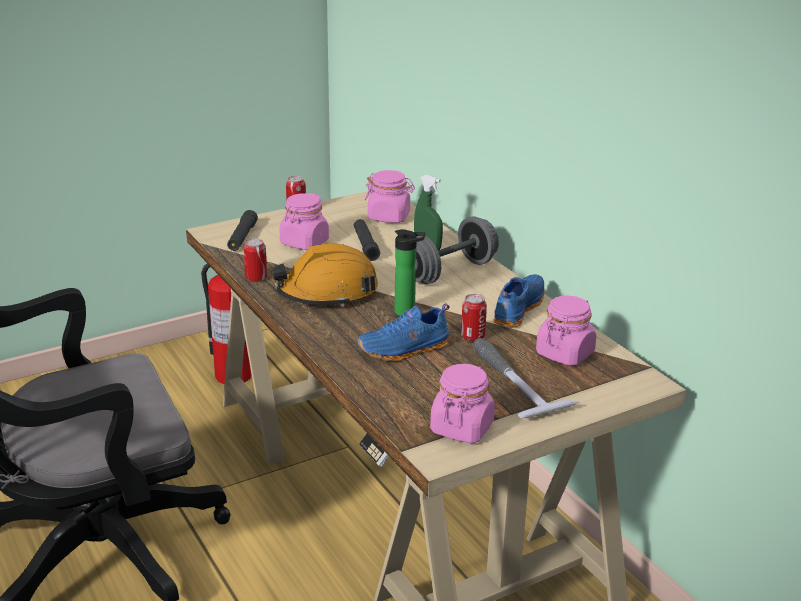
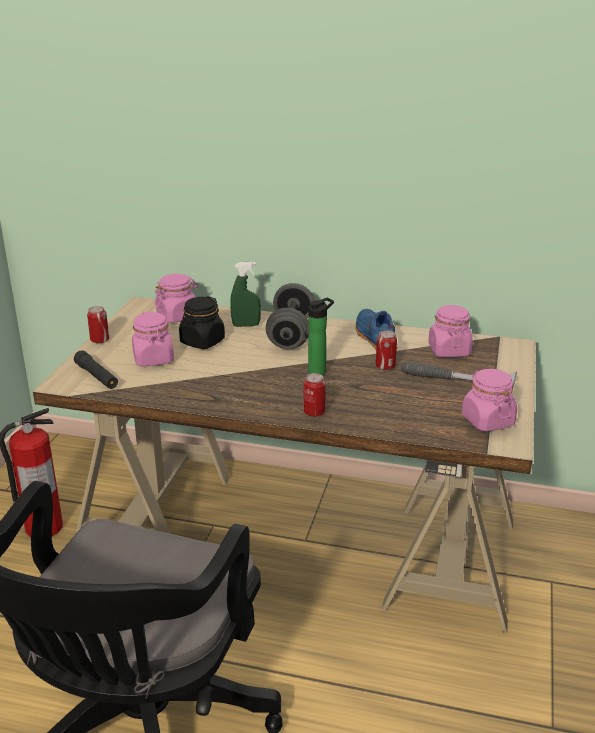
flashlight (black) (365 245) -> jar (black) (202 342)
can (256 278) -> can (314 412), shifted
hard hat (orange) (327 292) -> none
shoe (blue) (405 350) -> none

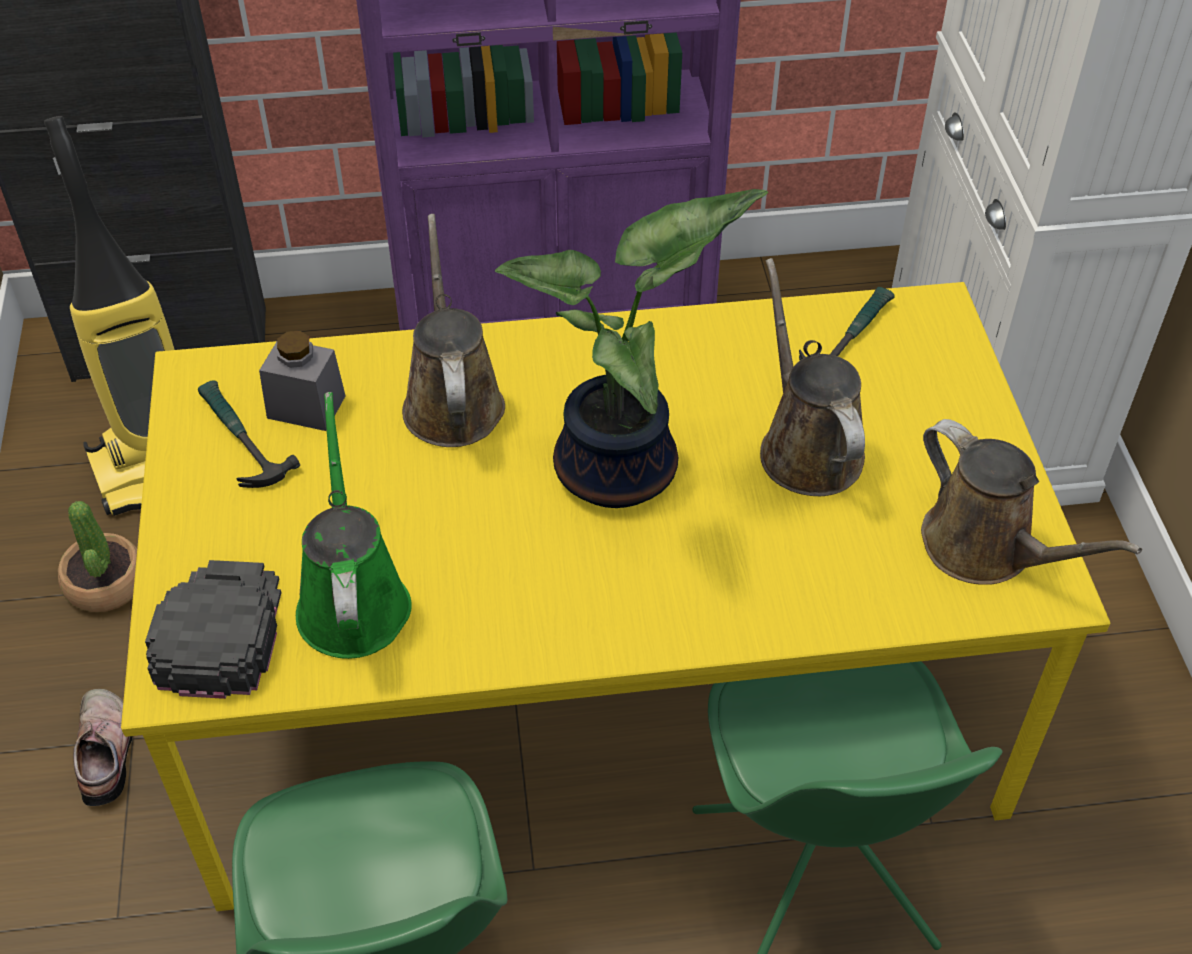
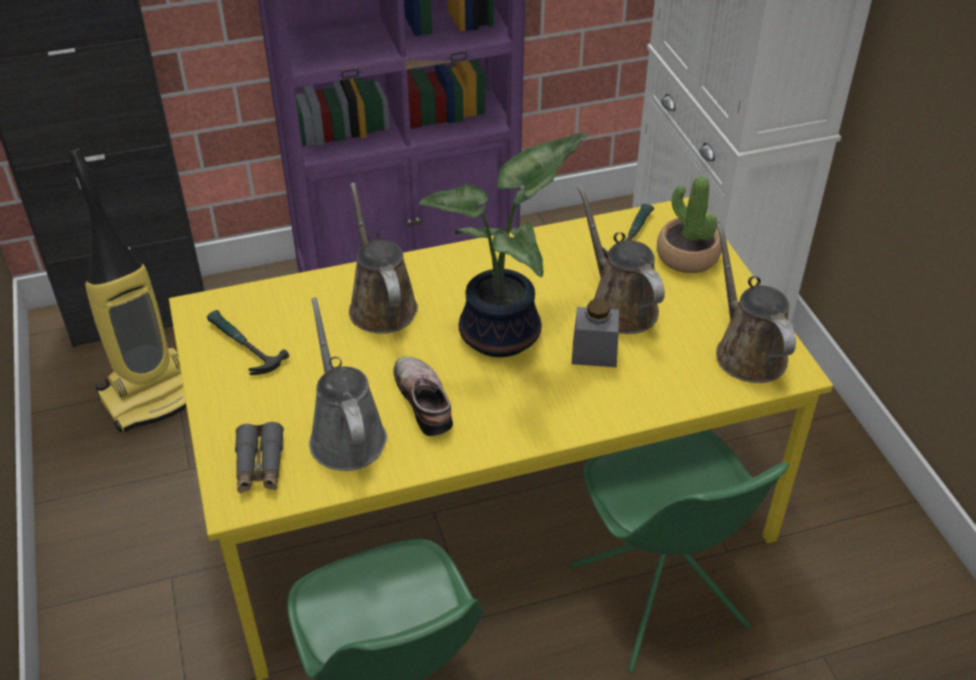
jar (grey) (306 407) -> jar (grey) (594 353), shifted
watering can (green) (352 599) -> watering can (grey) (345 434)
watering can (brown) (986 549) -> watering can (brown) (747 351), 150 degrees counterclockwise
potted plant (105 583) -> potted plant (687 256), shifted
cap (black) (219 631) -> binoculars (grey) (260 466)
shoe (108 751) -> shoe (427 400), shifted

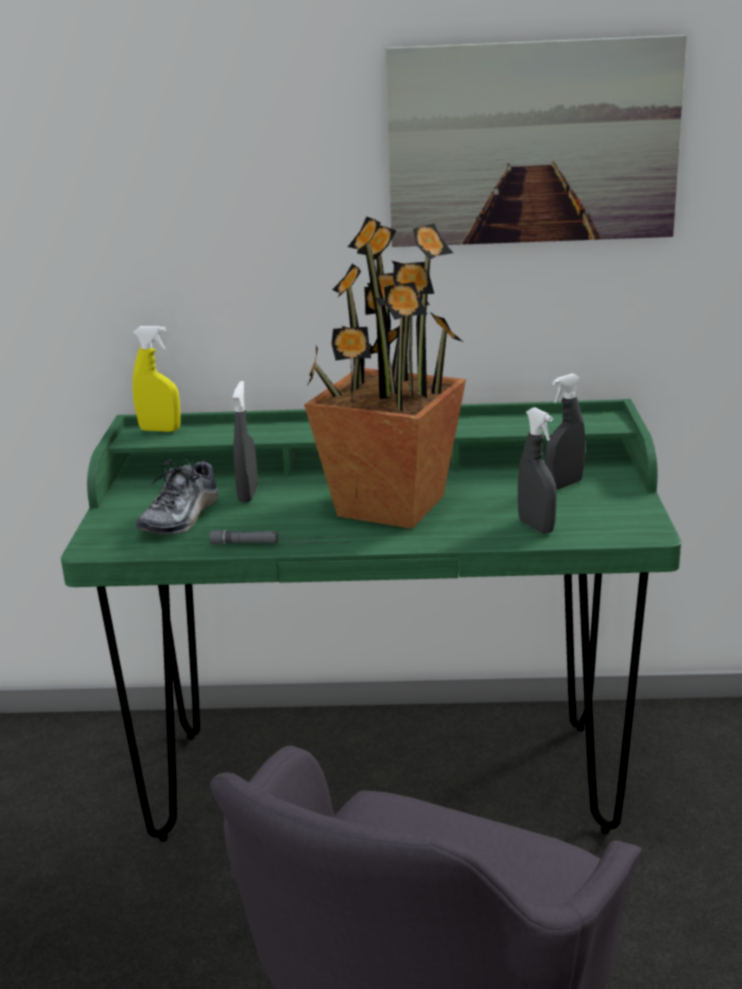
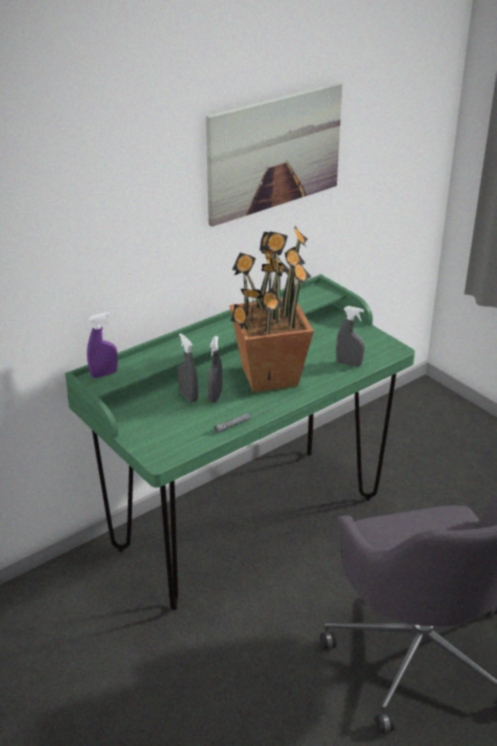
spray bottle (yellow) (160 430) -> spray bottle (purple) (104 374)
spray bottle (grey) (564 485) -> spray bottle (grey) (215 396), shifted
shoe (181 517) -> none

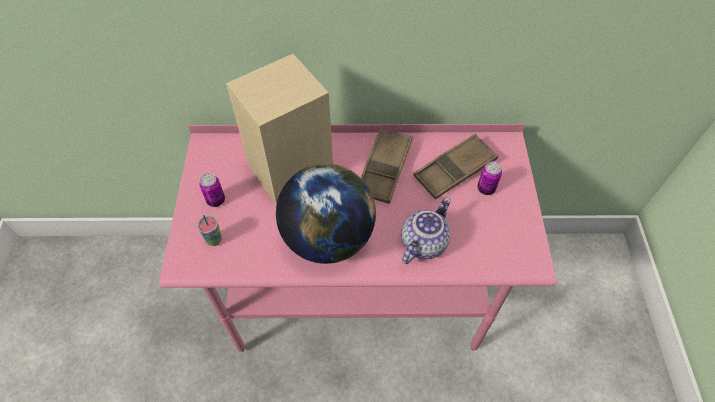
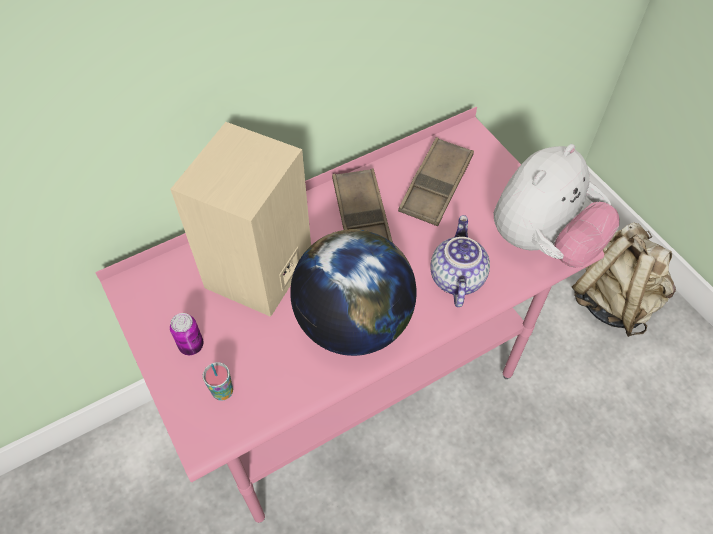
can (486 189) -> none
none -> plush toy (542 242)
none -> backpack (beige) (613 300)

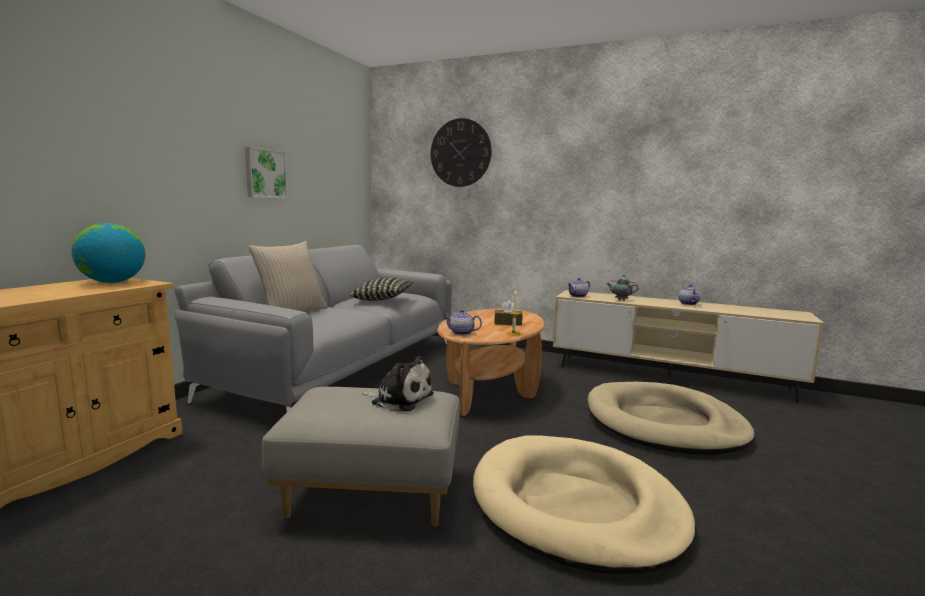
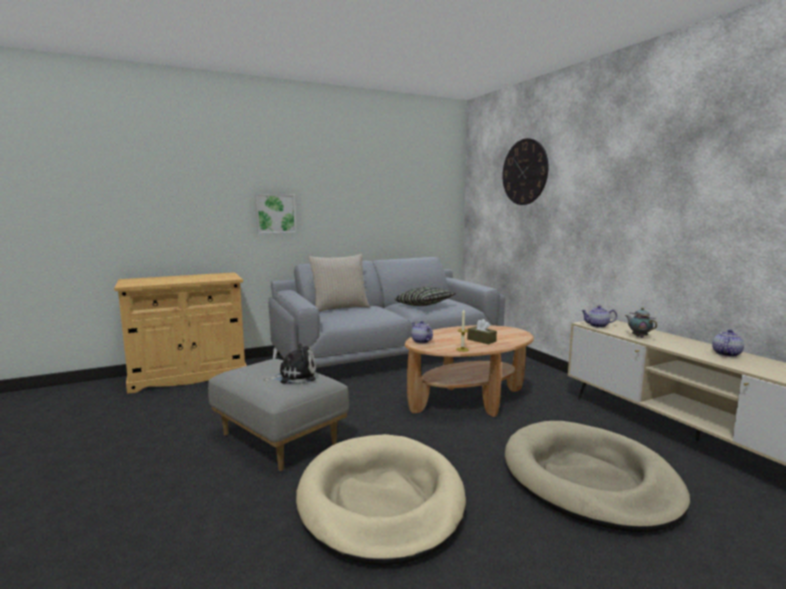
picture (265 173) -> picture (275 213), shifted
globe (112 282) -> none
plush toy (399 399) -> plush toy (295 376), 75 degrees counterclockwise

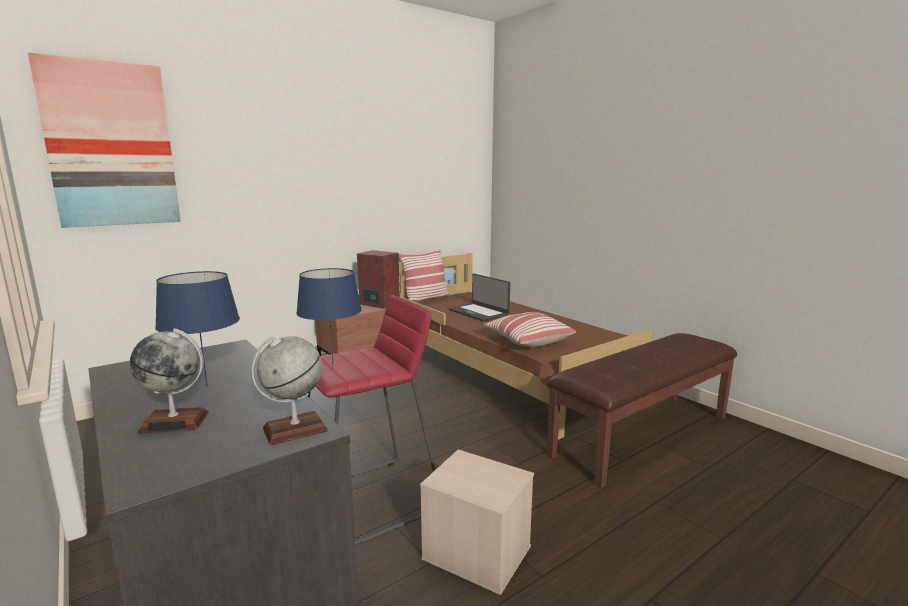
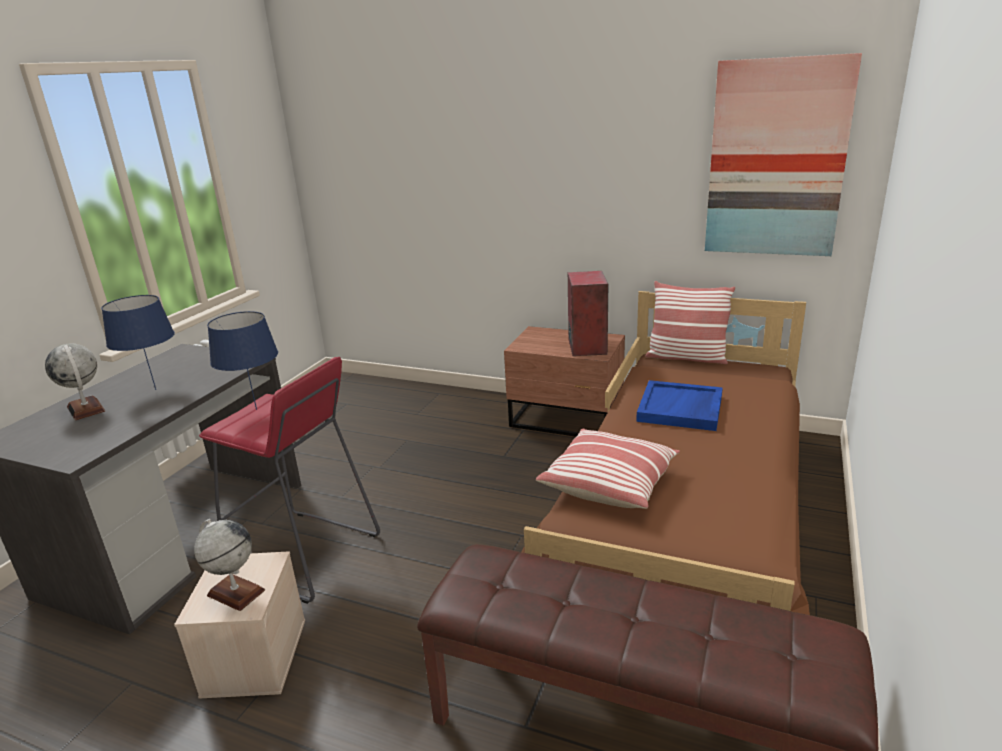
picture (111 145) -> picture (776 159), shifted
laptop (479 312) -> tray (blue) (681 409)
globe (295 430) -> globe (235 593), shifted

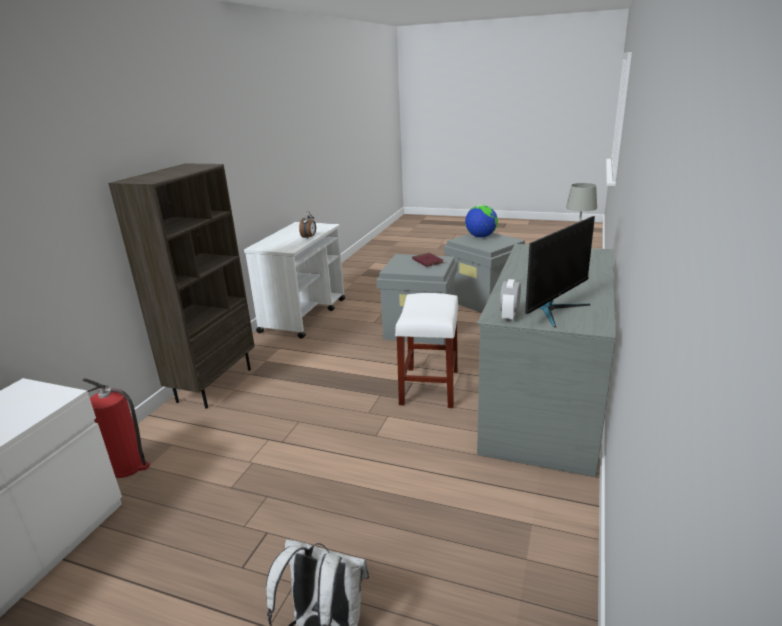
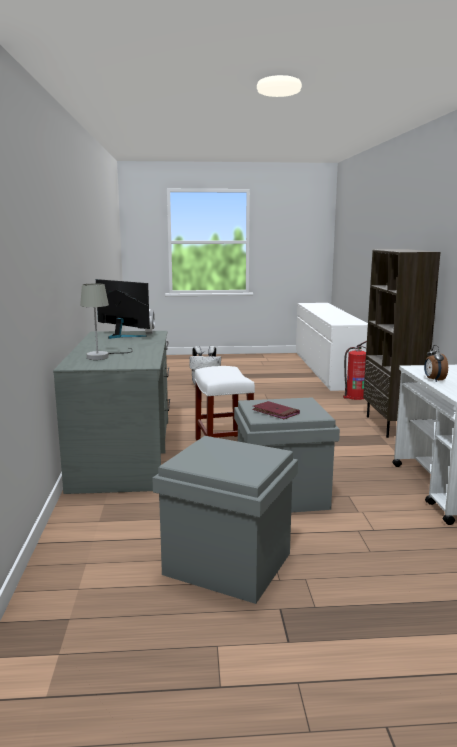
globe (481 237) -> none
monitor (554 310) -> monitor (121 336), 105 degrees clockwise

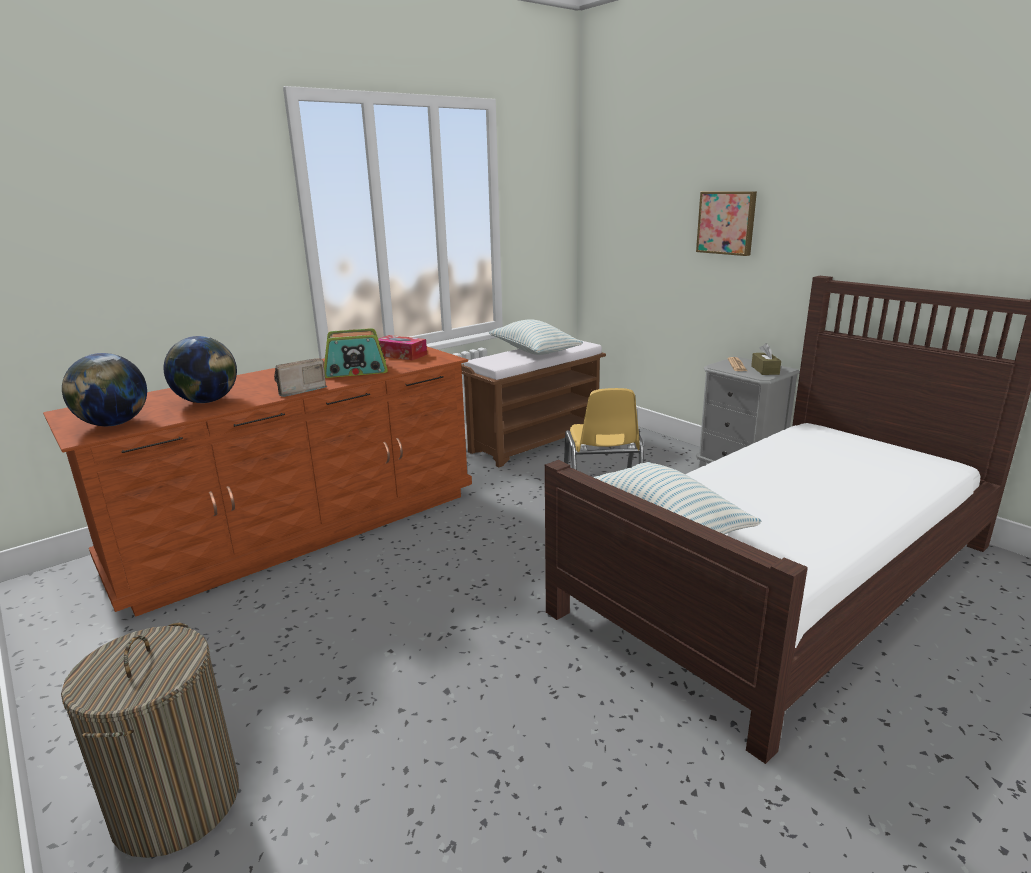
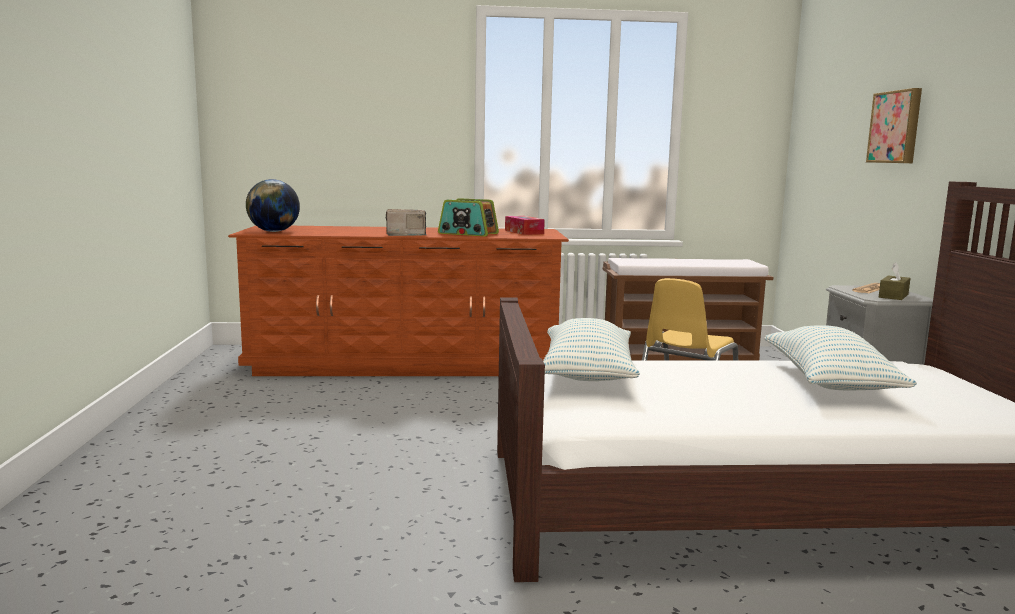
pillow (534 352) -> pillow (829 382), shifted
globe (207 401) -> none
laundry basket (177 804) -> none

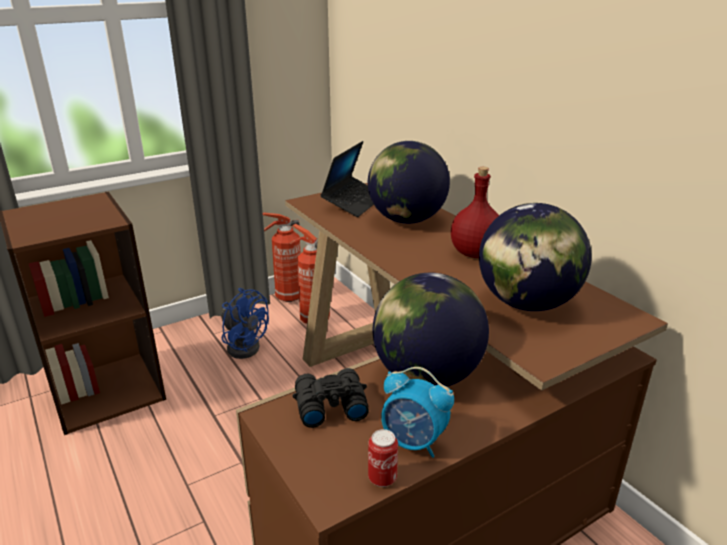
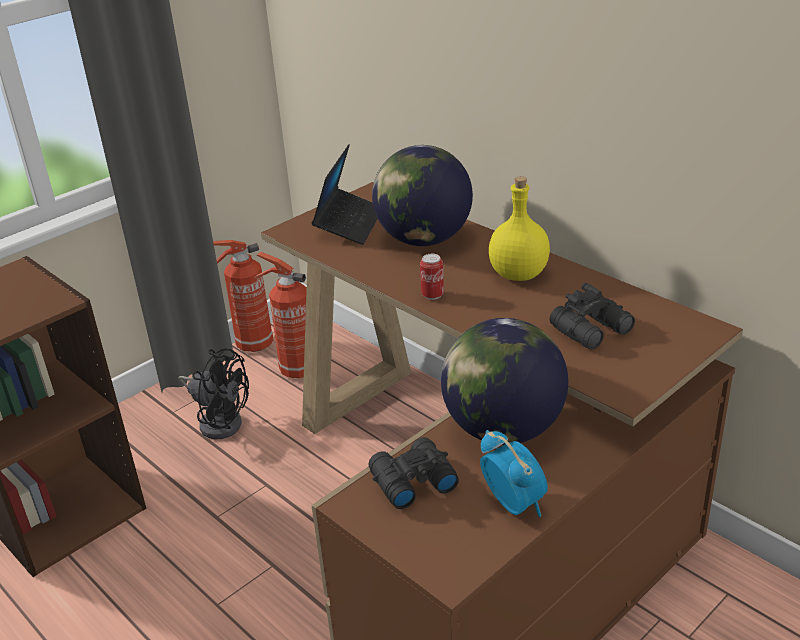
bottle (red) (475 253) -> bottle (yellow) (519 274)
globe (526 303) -> binoculars (black) (593 330)
fan (blue) (244 345) -> fan (black) (219 420)
alarm clock (413 442) -> alarm clock (513 503), 135 degrees counterclockwise
can (382 478) -> can (432 295), shifted

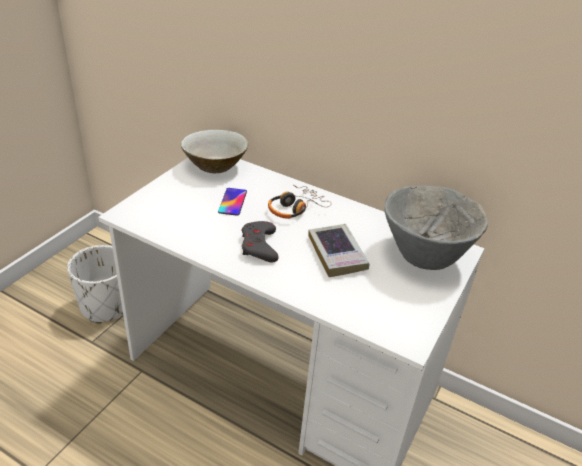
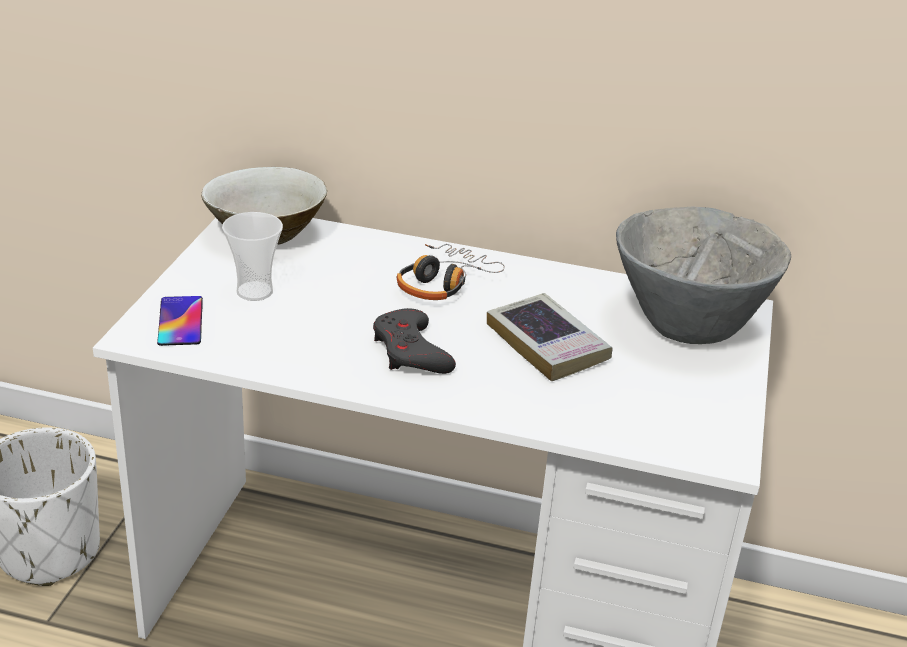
phone (232 202) -> phone (180 321), shifted
none -> cup (254 291)

